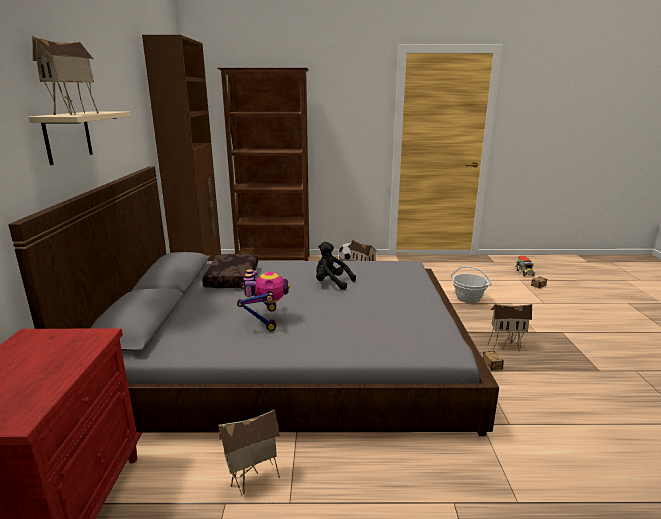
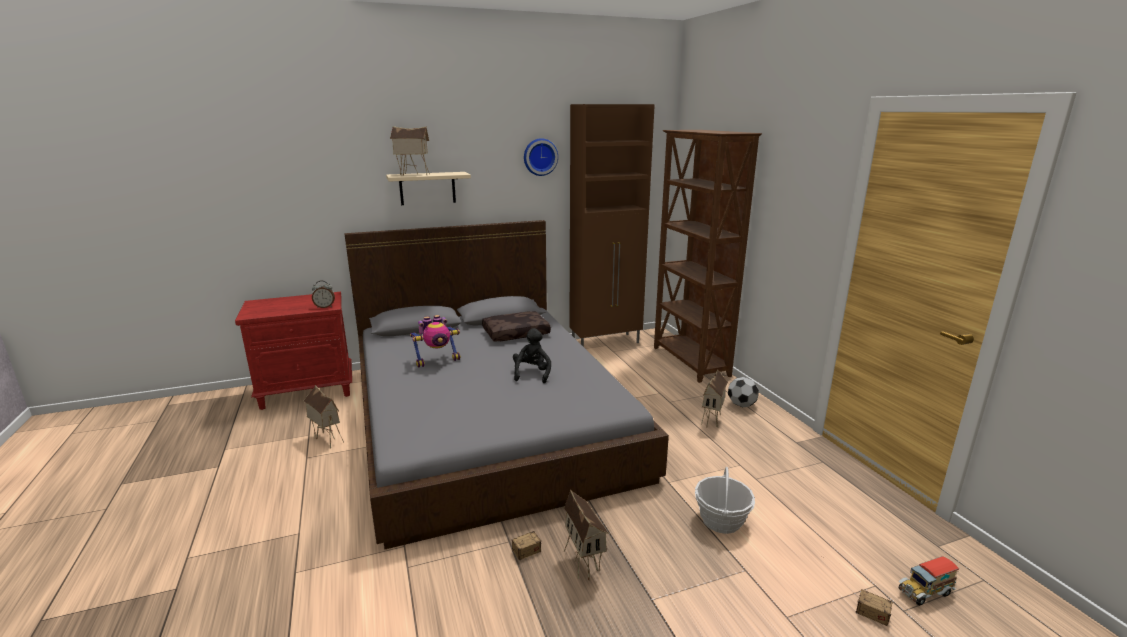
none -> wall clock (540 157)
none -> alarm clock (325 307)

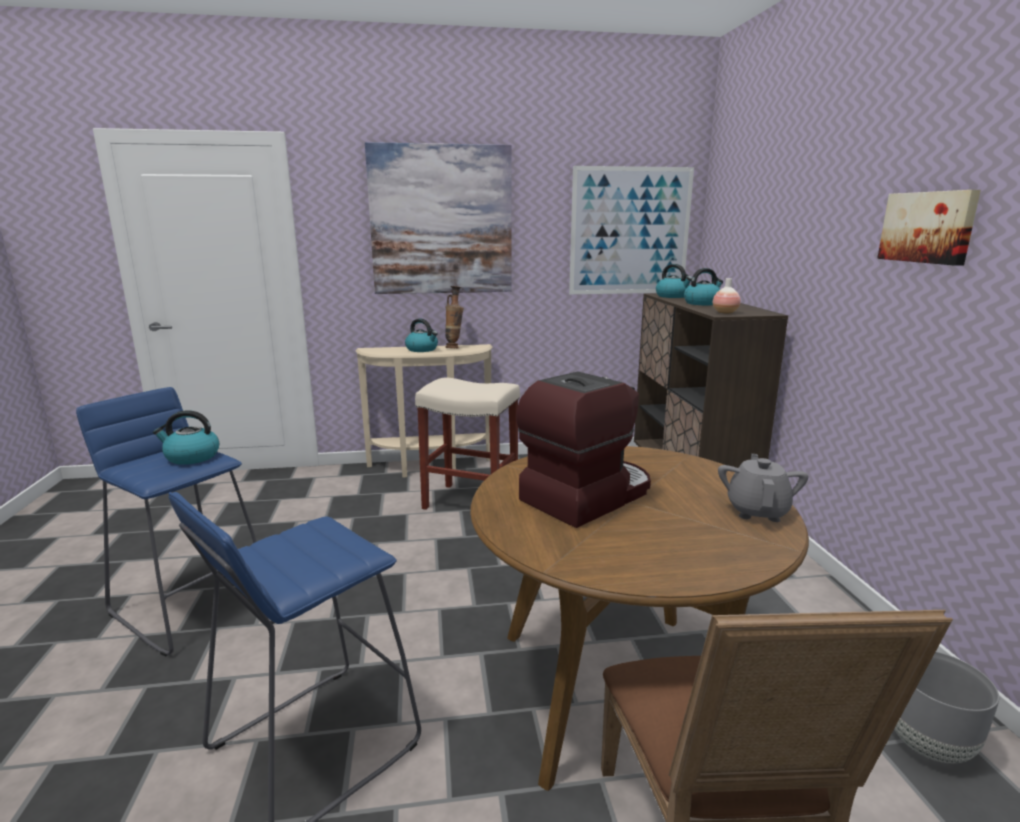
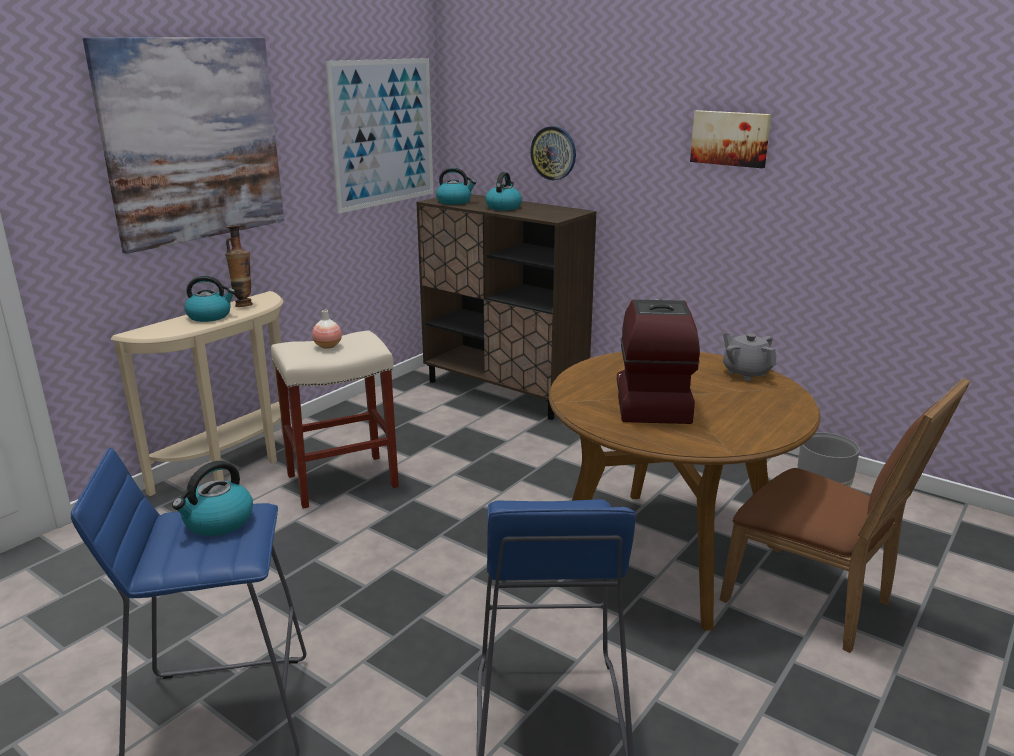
vase (725 313) -> vase (328 346), shifted
none -> wall clock (553 153)

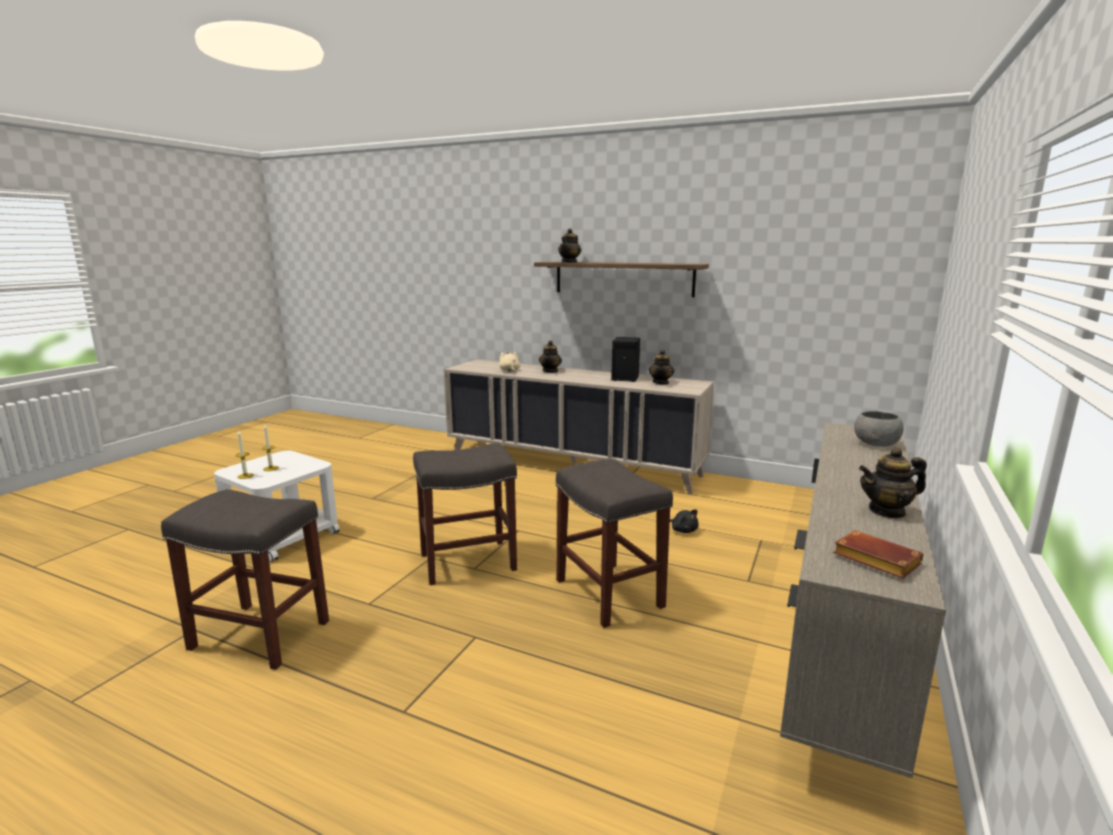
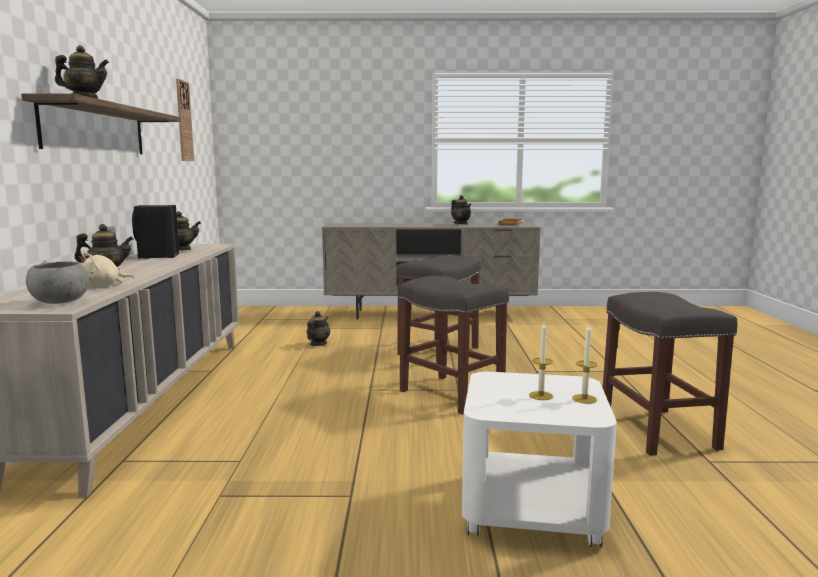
bowl (grey) (876 444) -> bowl (grey) (60 301), shifted
plush toy (black) (683 530) -> teapot (318 344)
none -> wall clock (184 121)

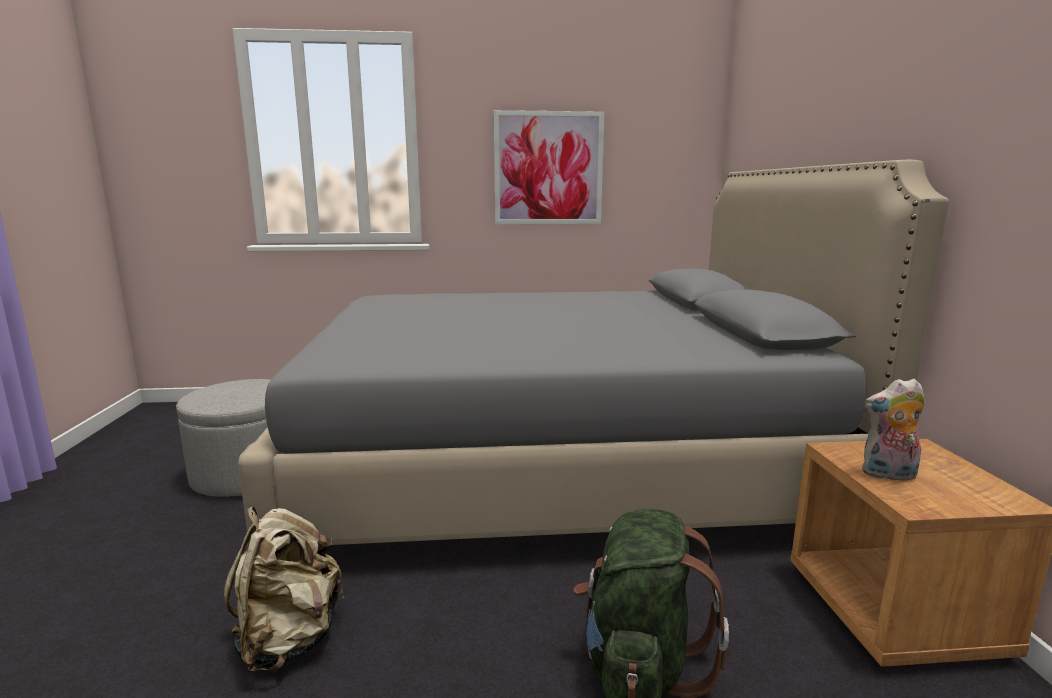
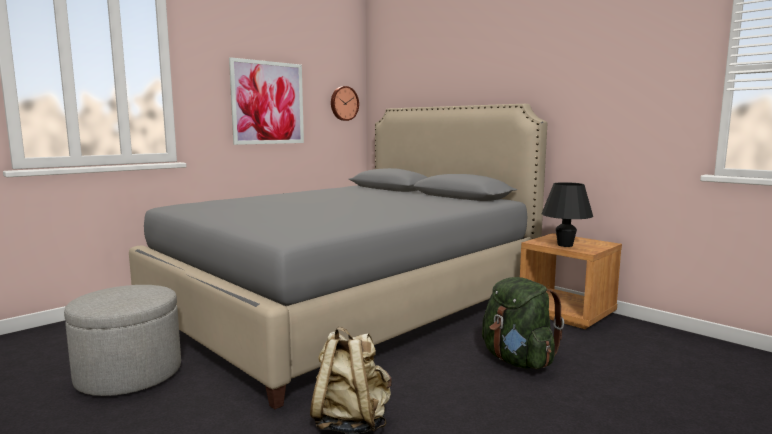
plush toy (888 475) -> table lamp (black) (565 245)
none -> wall clock (343 103)

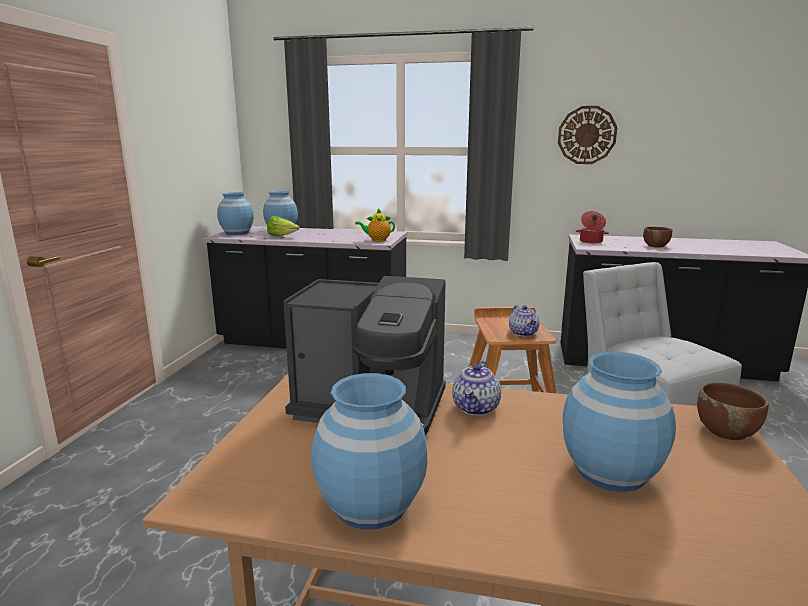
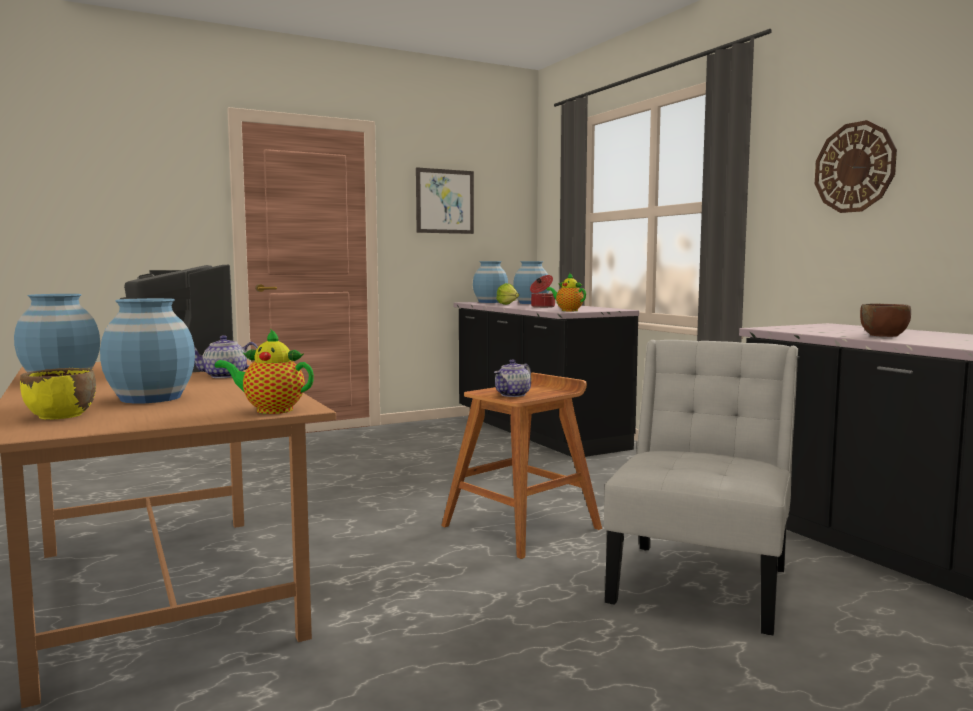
cooking pot (591 242) -> cooking pot (542 307), shifted
bowl (brown) (726 431) -> teapot (270 410)
none -> picture (445 201)
none -> bowl (yellow) (60 416)

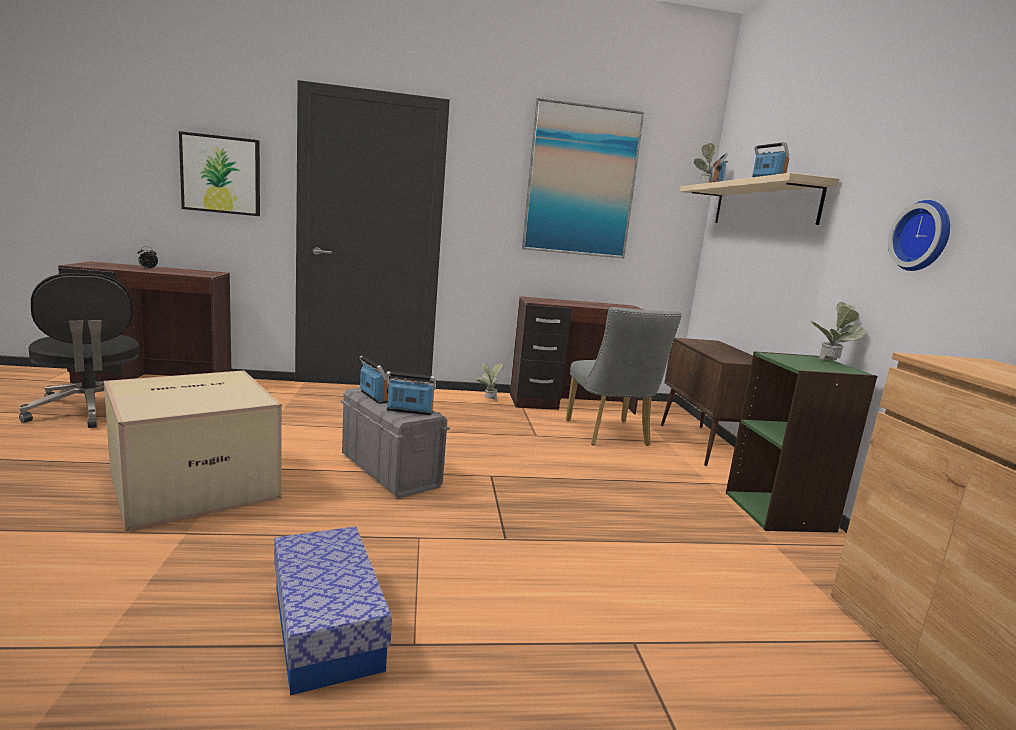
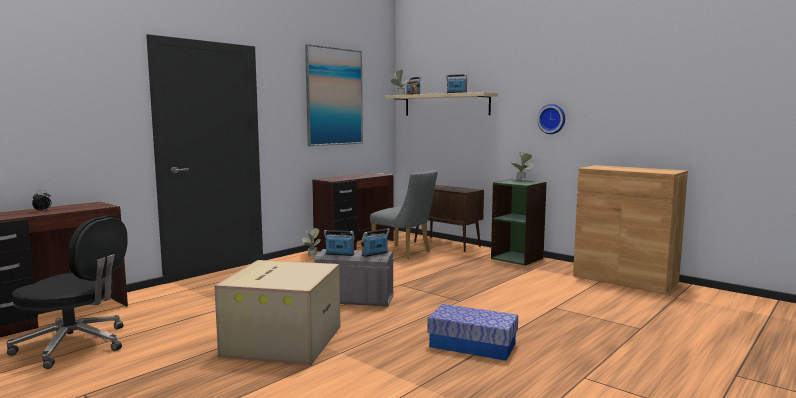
picture (221 175) -> none

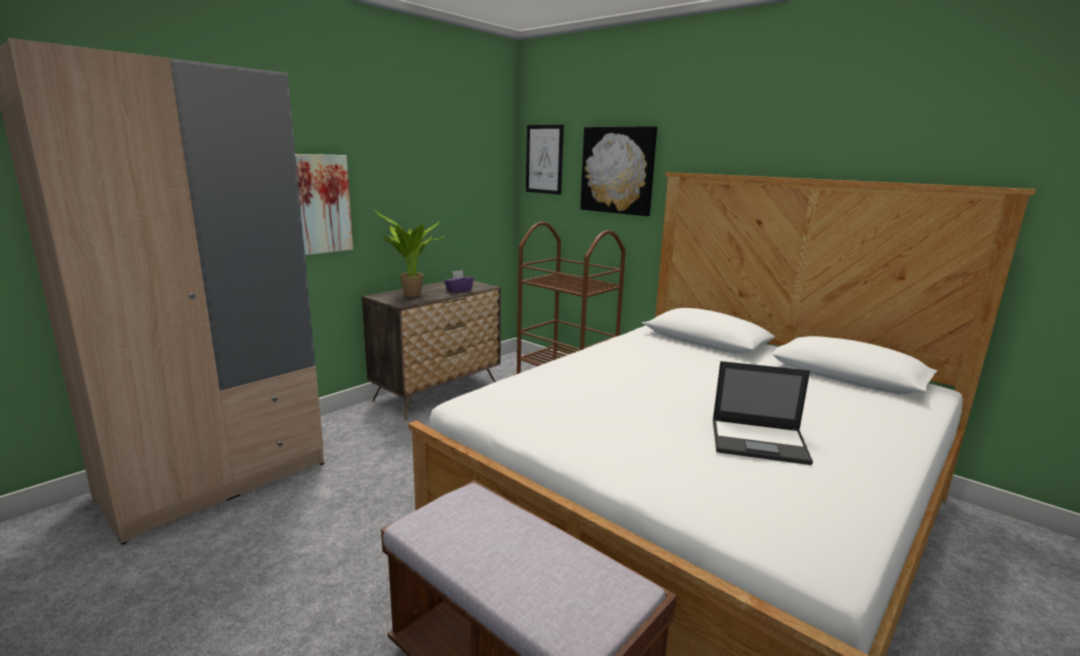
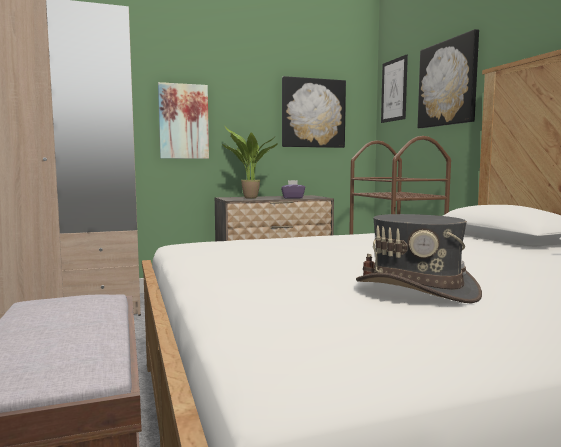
laptop (760 441) -> hat (grey) (416 290)
none -> picture (313 113)

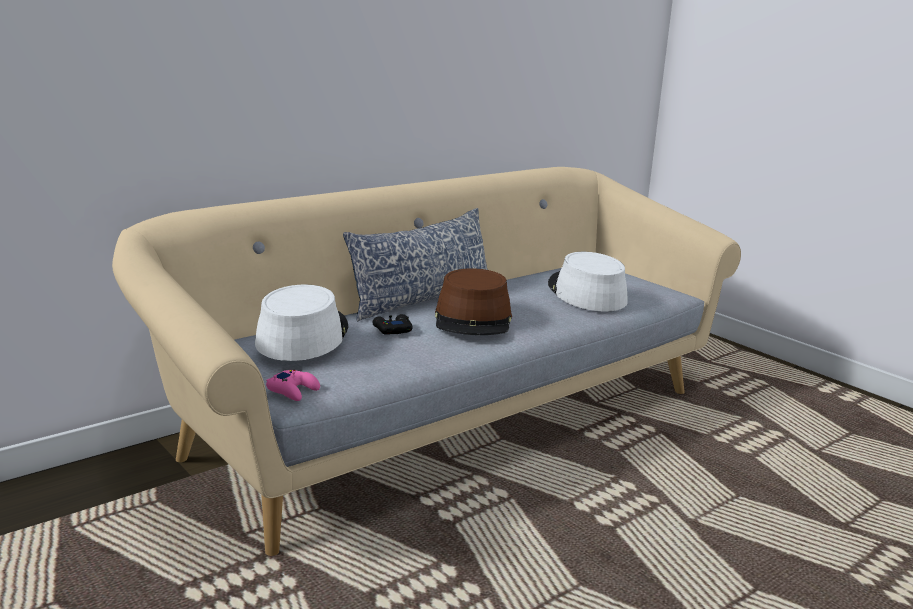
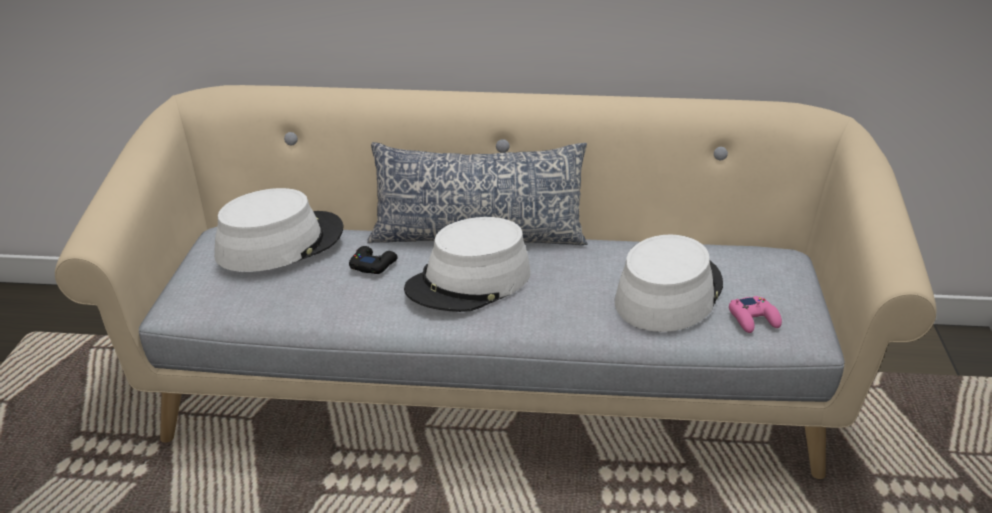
hat (brown) (473 319) -> hat (white) (469 282)
game controller (pink) (293 390) -> game controller (pink) (754 320), shifted

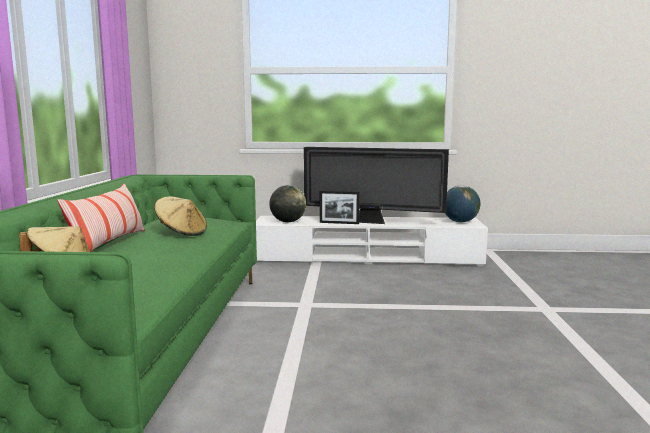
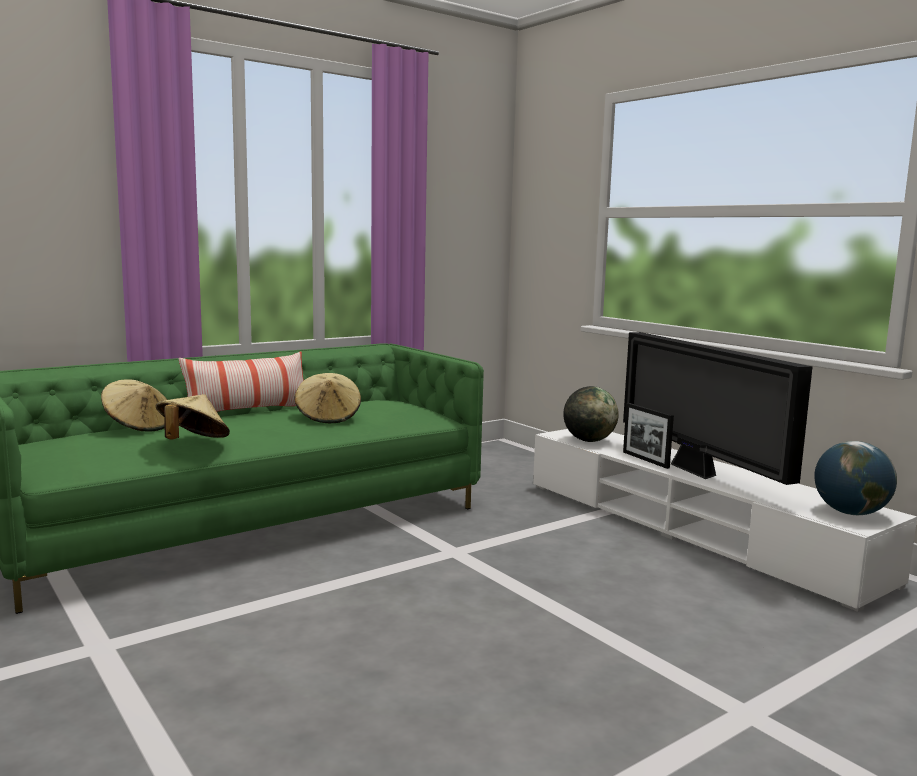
none -> hat (beige) (193 443)

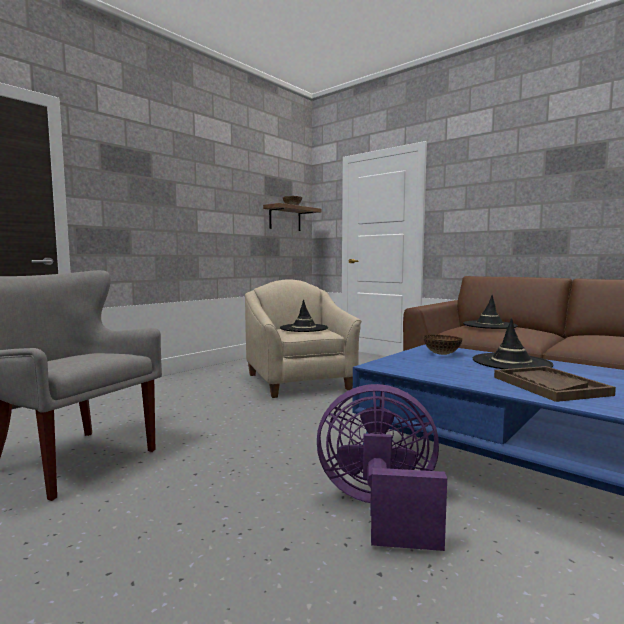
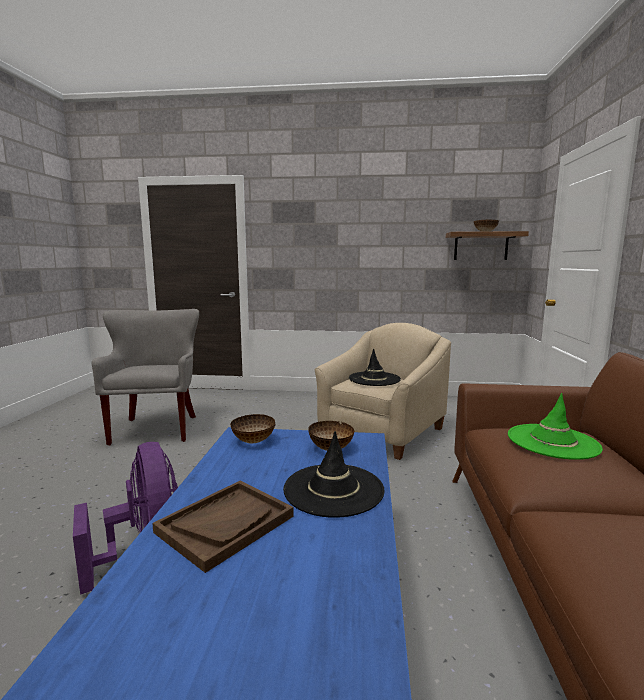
hat (black) (489 325) -> hat (green) (552 441)
none -> bowl (253 441)

